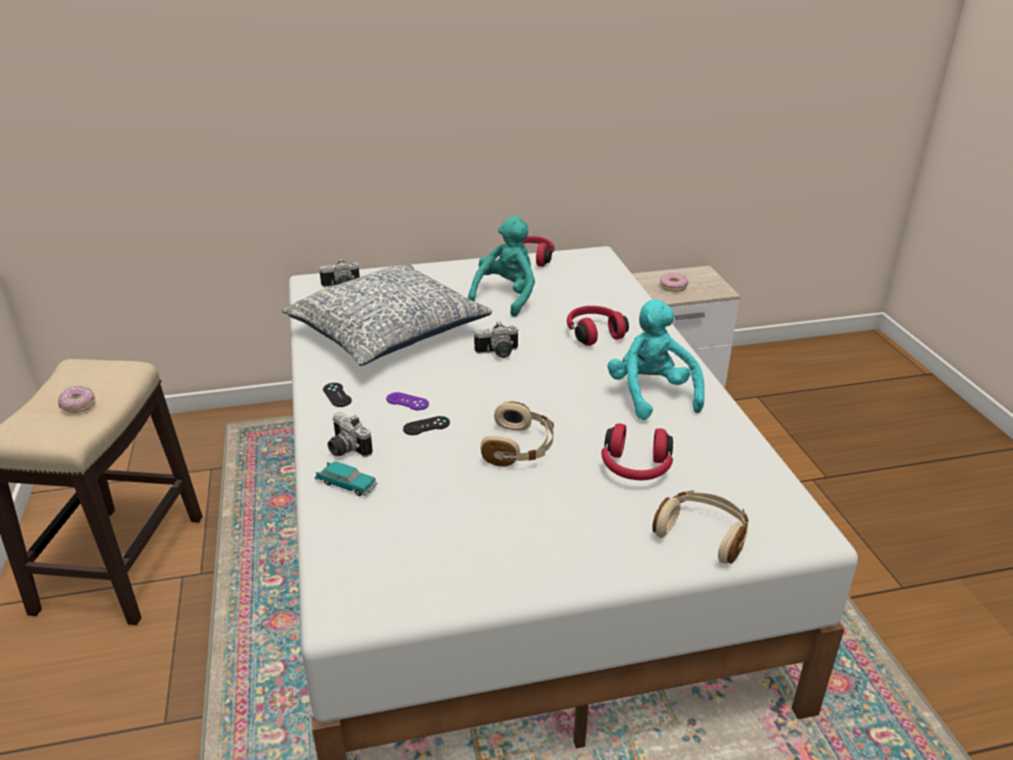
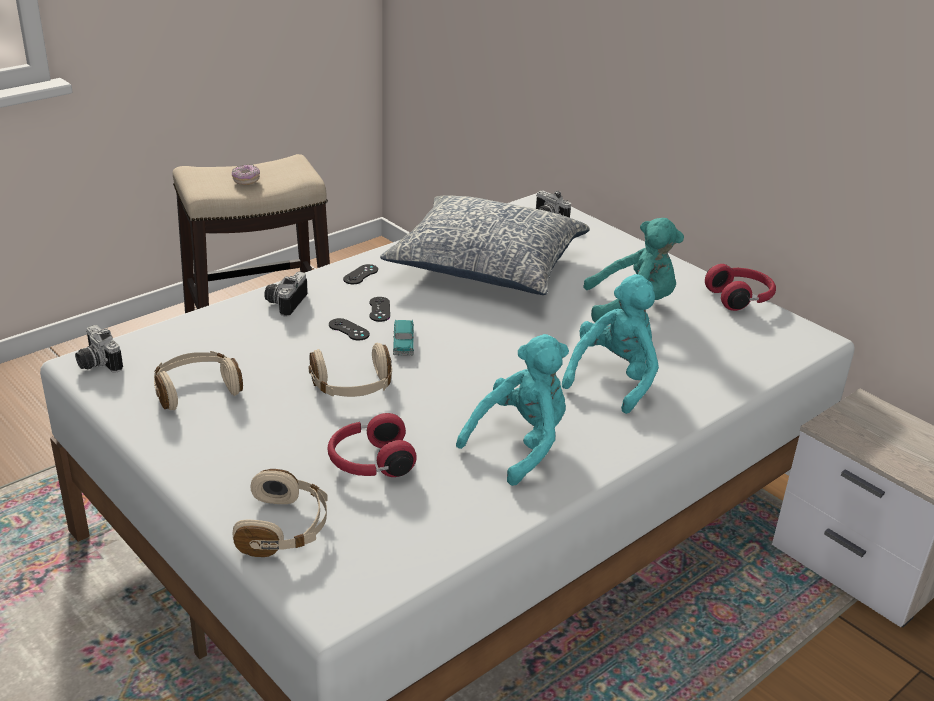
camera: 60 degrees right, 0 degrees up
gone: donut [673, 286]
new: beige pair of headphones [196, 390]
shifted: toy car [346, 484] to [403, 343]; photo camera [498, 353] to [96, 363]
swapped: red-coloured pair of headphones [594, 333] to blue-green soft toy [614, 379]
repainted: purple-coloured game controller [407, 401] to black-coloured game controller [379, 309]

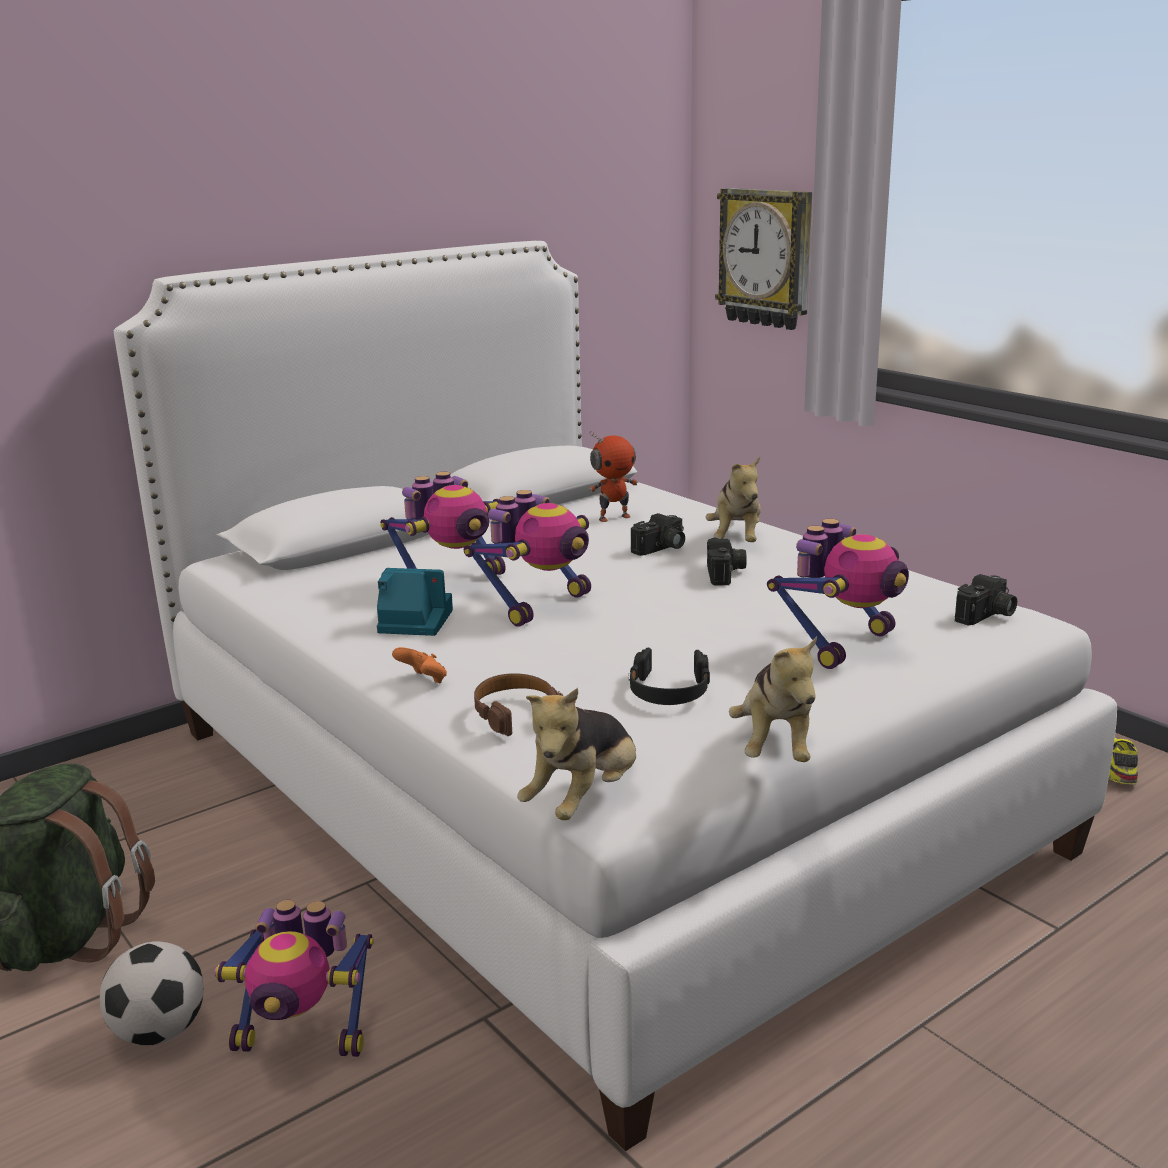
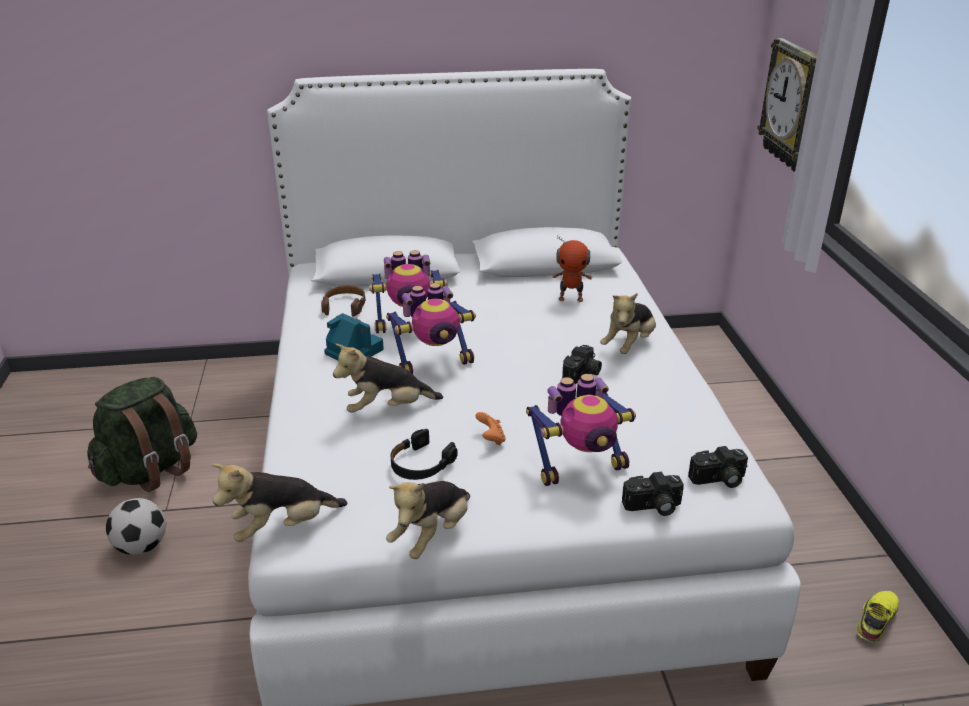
camera: 30 degrees right, 10 degrees up
gone: toy robot [303, 1037]
new: soft toy [387, 408]
shifted: orange game controller [423, 681] to [491, 439]; brown-coloured pair of headphones [516, 713] to [345, 306]; photo camera [661, 549] to [653, 507]

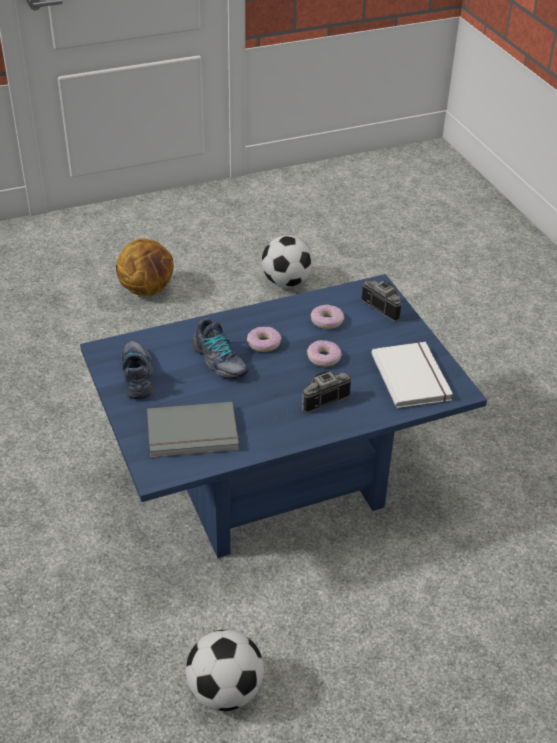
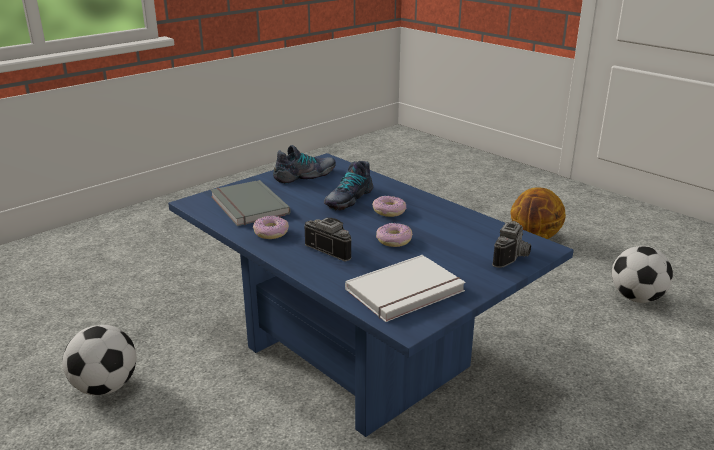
camera: 70 degrees right, 15 degrees down
shifted: donut [326, 321] to [271, 232]

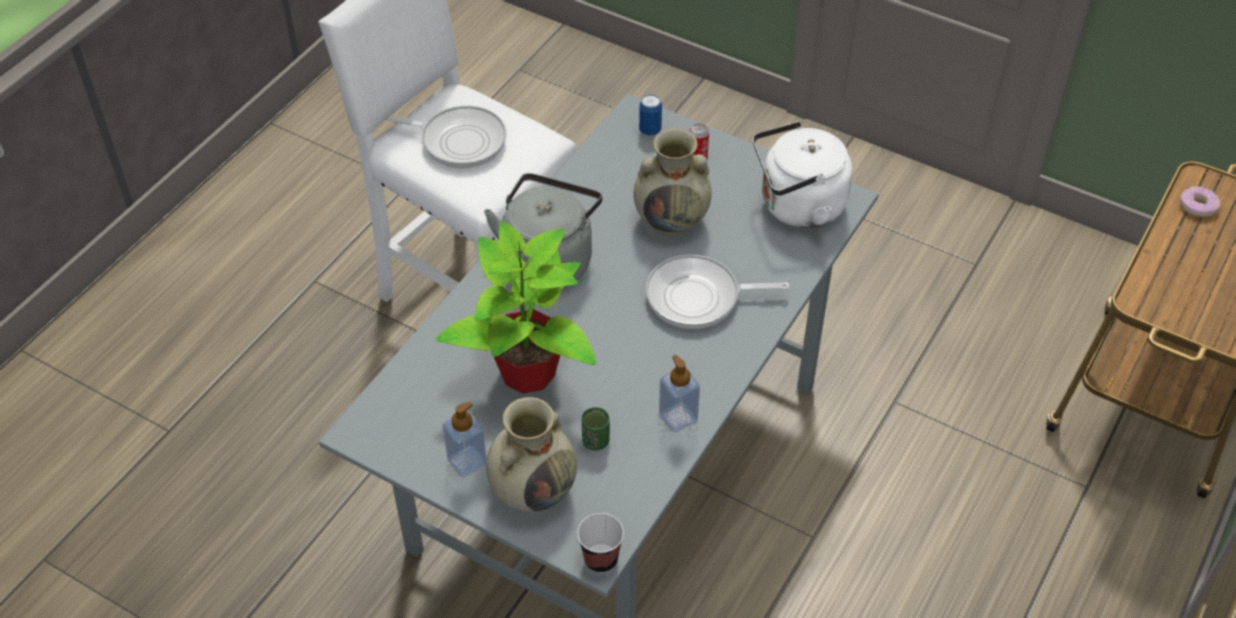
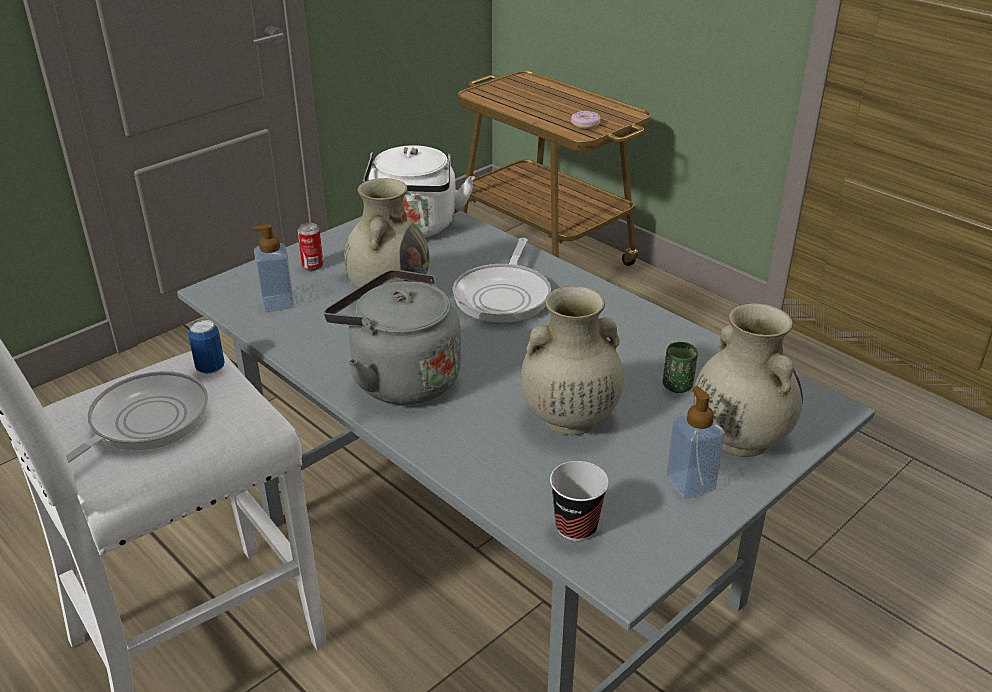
camera: 75 degrees left, 15 degrees down
shifted: small cup [601, 559] to [576, 527]; can [650, 130] to [210, 368]; soap bottle [678, 417] to [278, 303]; donut [1197, 206] to [585, 124]
swapped: plant in a pot [527, 374] to beige vase [568, 418]

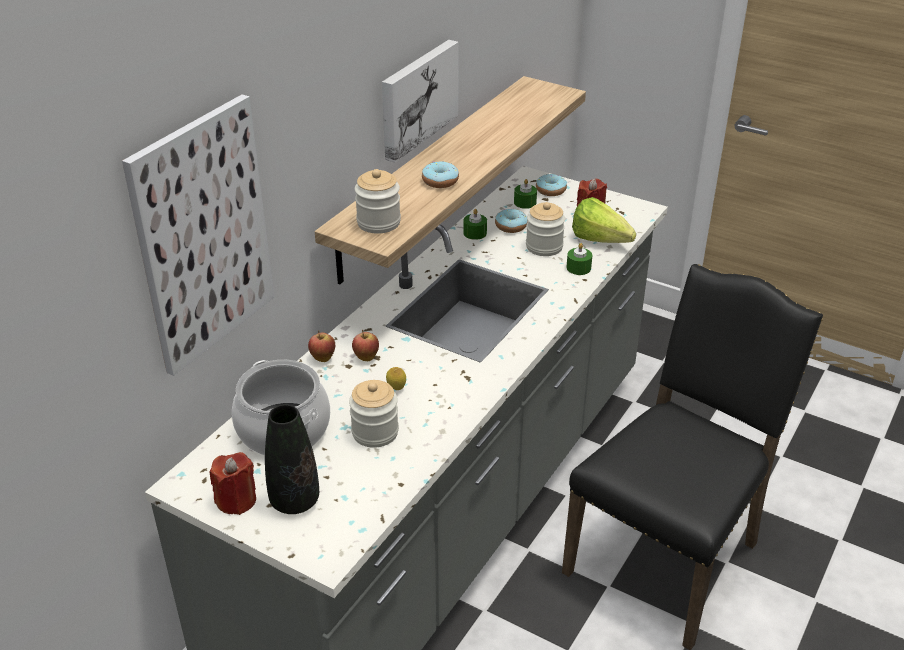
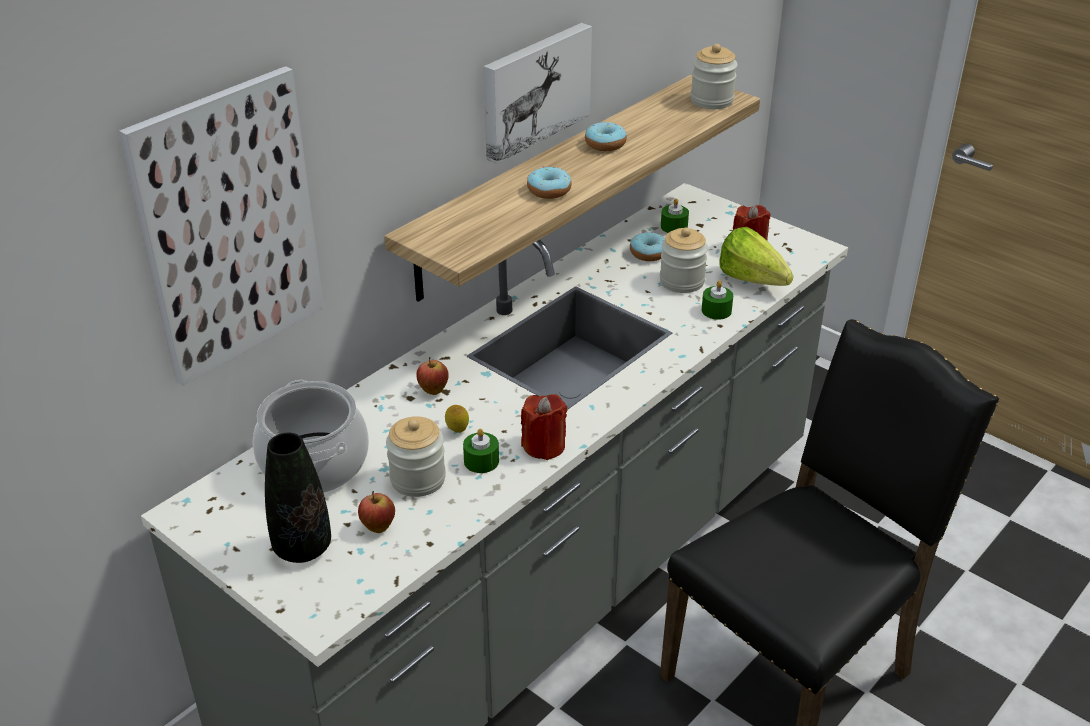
camera: 10 degrees right, 0 degrees up
shifted: red-coloured wax candle [236, 500] to [544, 446]; whole apple [322, 358] to [378, 527]; storage jar [378, 222] to [711, 100]; green-coloured wax candle [475, 233] to [481, 461]; donut [550, 190] to [605, 144]

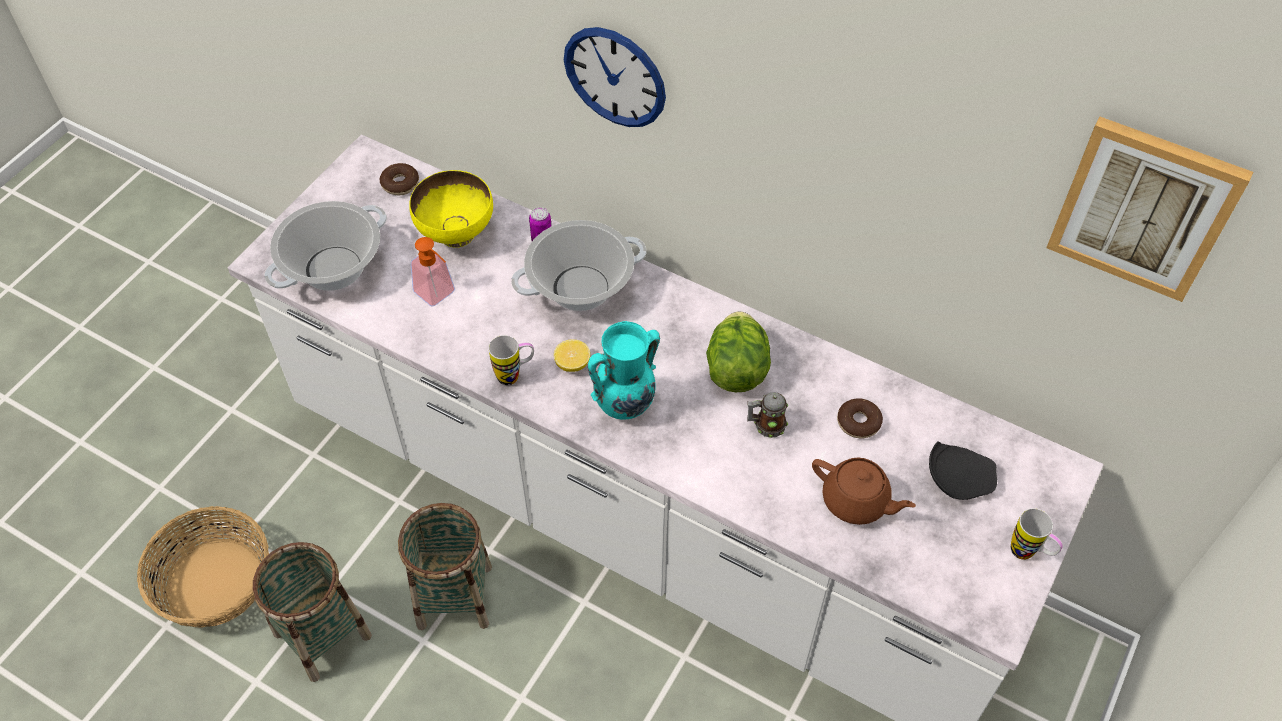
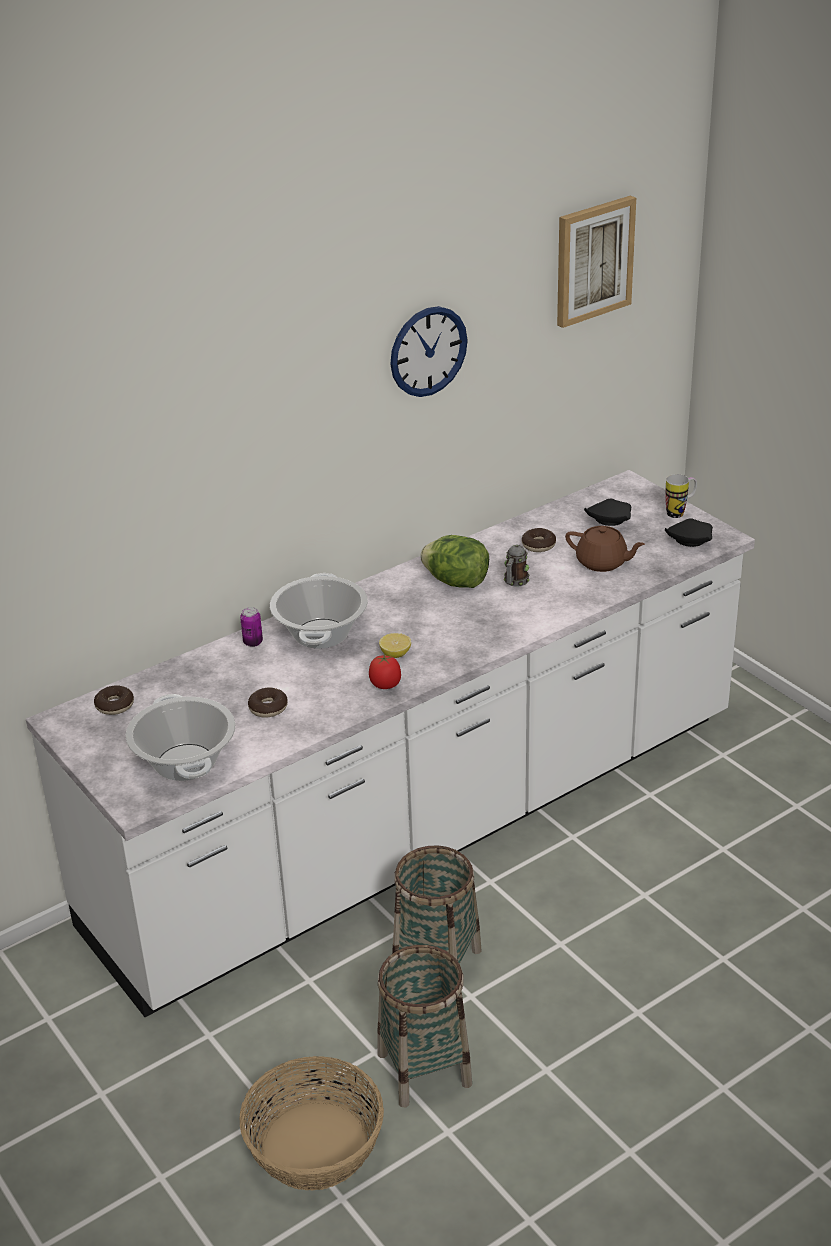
camera: 65 degrees left, 20 degrees down
gone: yellow-coloured bowl [456, 233]; blue-green vase [626, 405]
new: black-coloured plate [688, 541]
shifted: hanging clock [615, 77] to [428, 351]
swapped: soap bottle [439, 295] to donut [268, 708]; coffee mug [515, 375] to tomato [385, 685]
rotated: brown-coloured pot for tea [856, 501] = [602, 563] 60 degrees clockwise

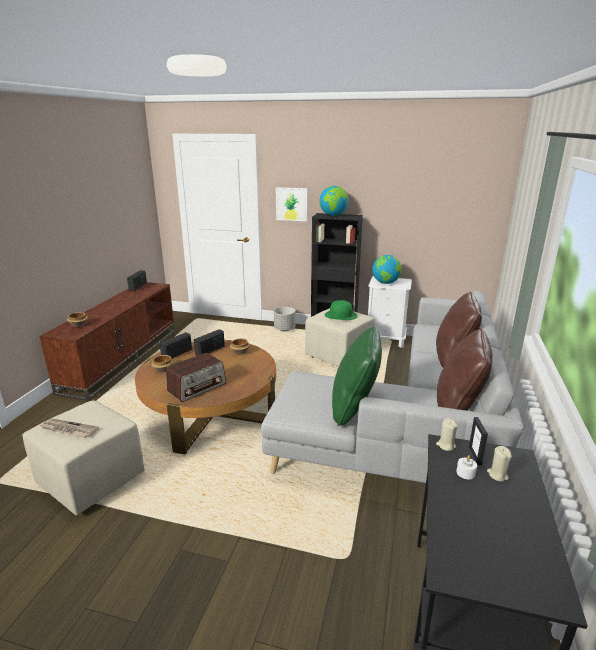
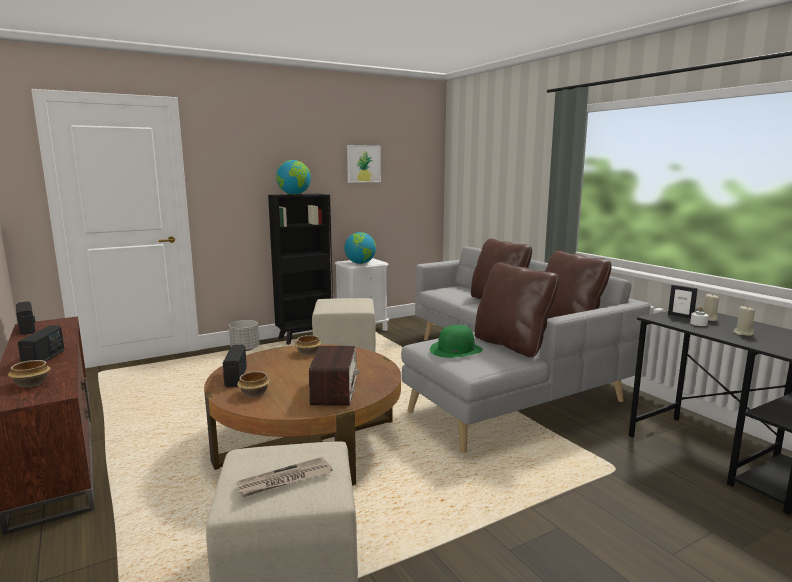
camera: 45 degrees left, 10 degrees down
shifted: radio receiver [210, 350] to [44, 359]; picture [291, 204] to [363, 164]; green-coloured wearable hat [340, 315] to [456, 350]; beige wax candle [446, 445] to [743, 333]
repainted: green-coloured throw pillow [354, 407] to brown-coloured throw pillow [511, 345]

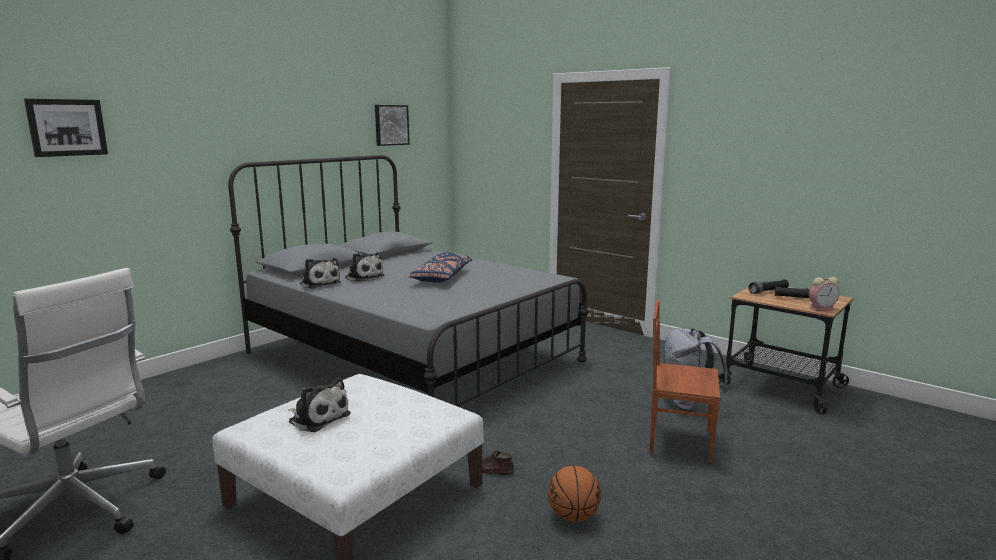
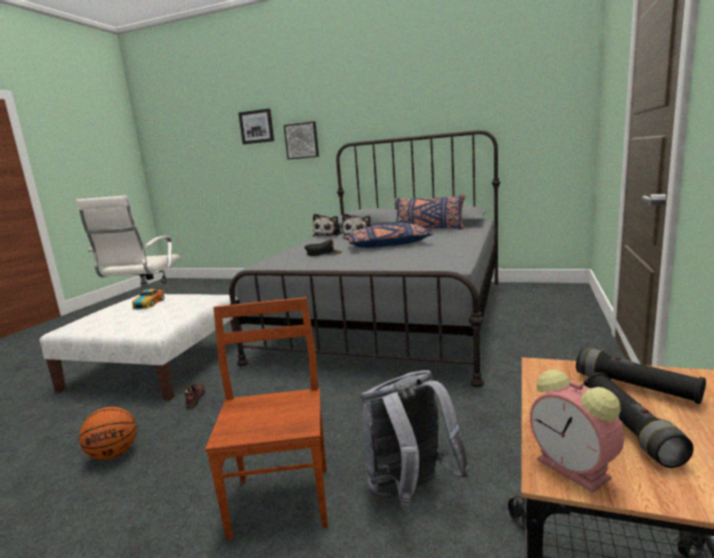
camera: 70 degrees right, 0 degrees up
new: black-coloured baseball cap [323, 253]; blue throw pillow [428, 229]
shifted: picture [391, 125] to [302, 140]
swapped: soft toy [317, 418] to toy car [148, 304]

